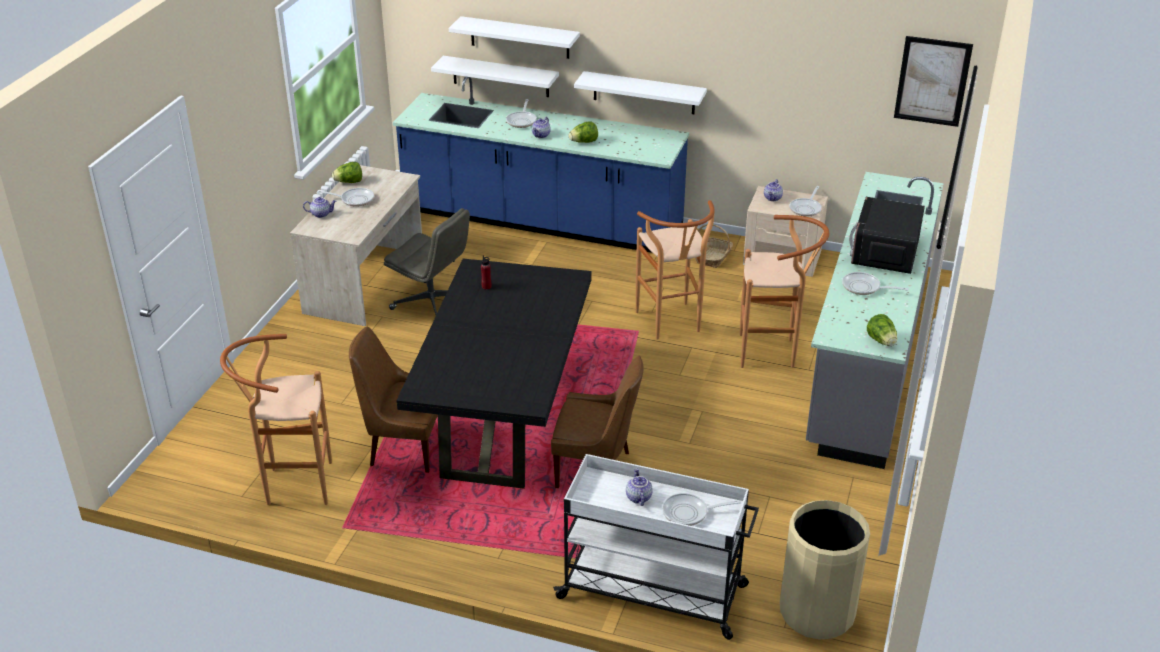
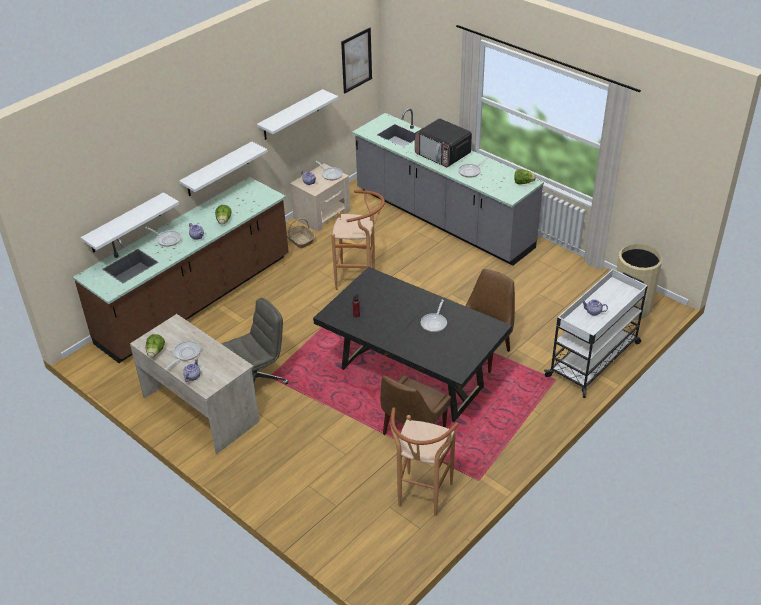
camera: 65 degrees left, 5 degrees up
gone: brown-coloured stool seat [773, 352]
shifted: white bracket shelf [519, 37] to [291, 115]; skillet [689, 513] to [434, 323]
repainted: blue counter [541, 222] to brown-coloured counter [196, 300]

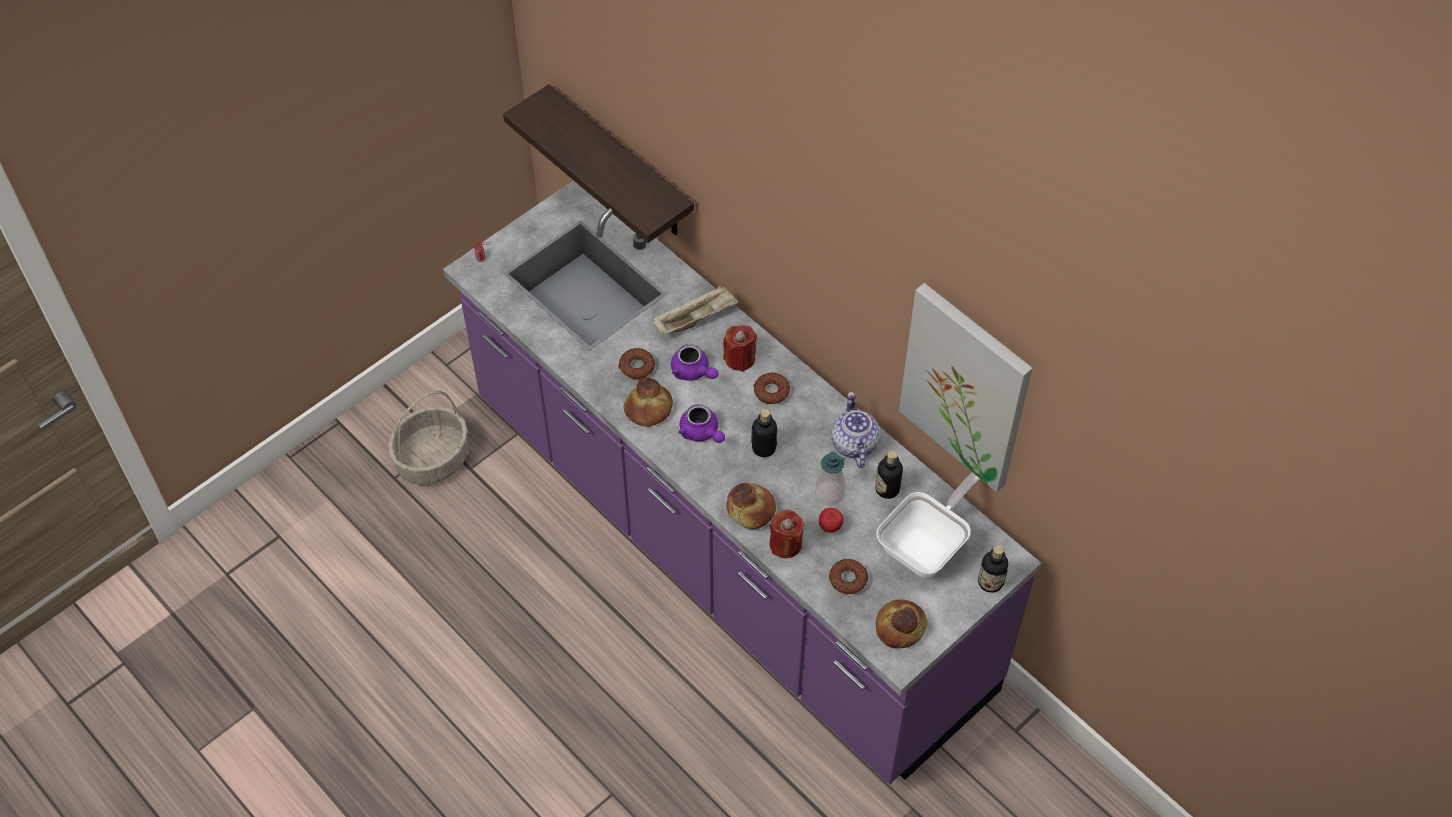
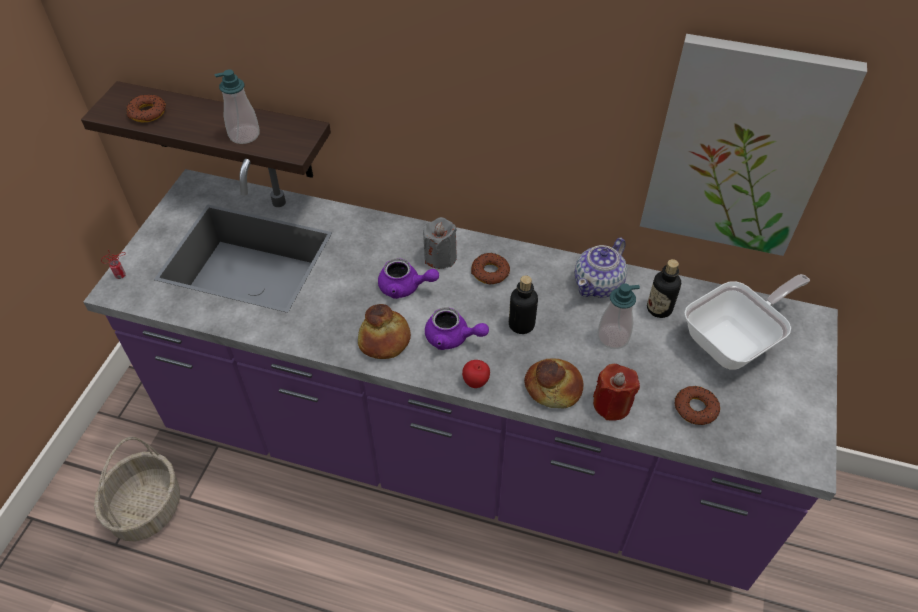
camera: 30 degrees left, 5 degrees down
gone: beige serving tray [695, 319]; baked bread [899, 627]; beverage bottle [990, 582]
new: soap bottle [244, 135]
shifted: donut [637, 367] to [147, 113]; whole apple [830, 527] to [476, 382]
repainted: red-coloured wax candle [740, 358] to gray wax candle [440, 257]
rotated: pot for tea [854, 444] = [599, 284] 105 degrees counterclockwise; skillet [927, 545] = [735, 341] 45 degrees clockwise

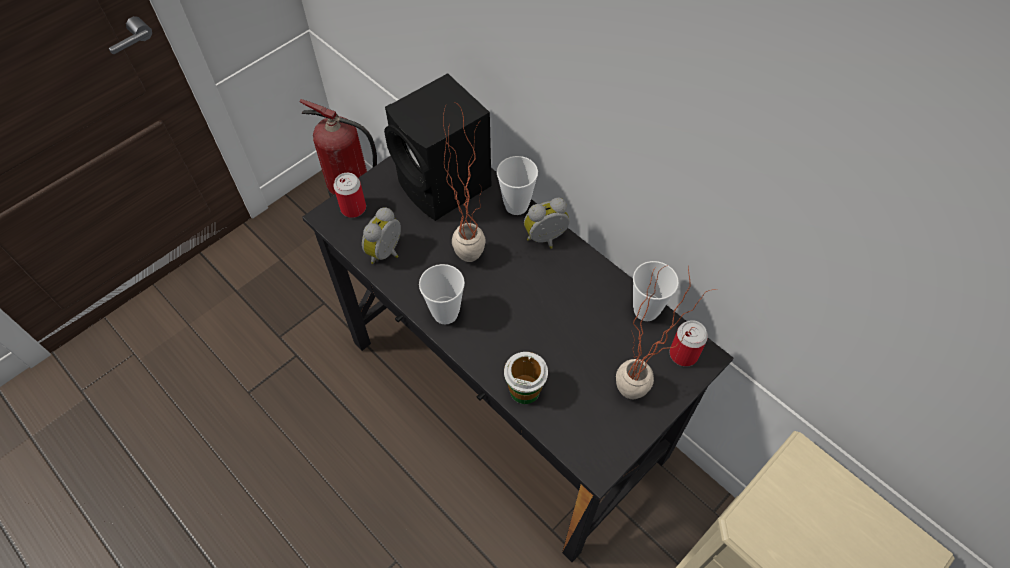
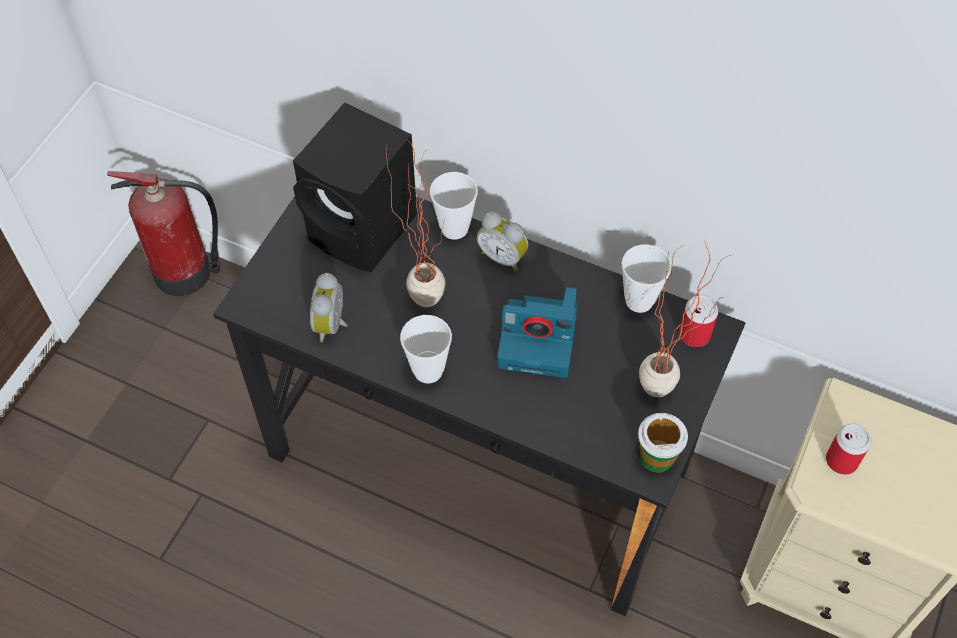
camera: 20 degrees left, 0 degrees up
new: photo camera [540, 339]
shifted: can [353, 208] to [841, 460]; small cup [525, 389] to [657, 456]
rotated: bedside clock [546, 240] = [503, 256] 105 degrees counterclockwise

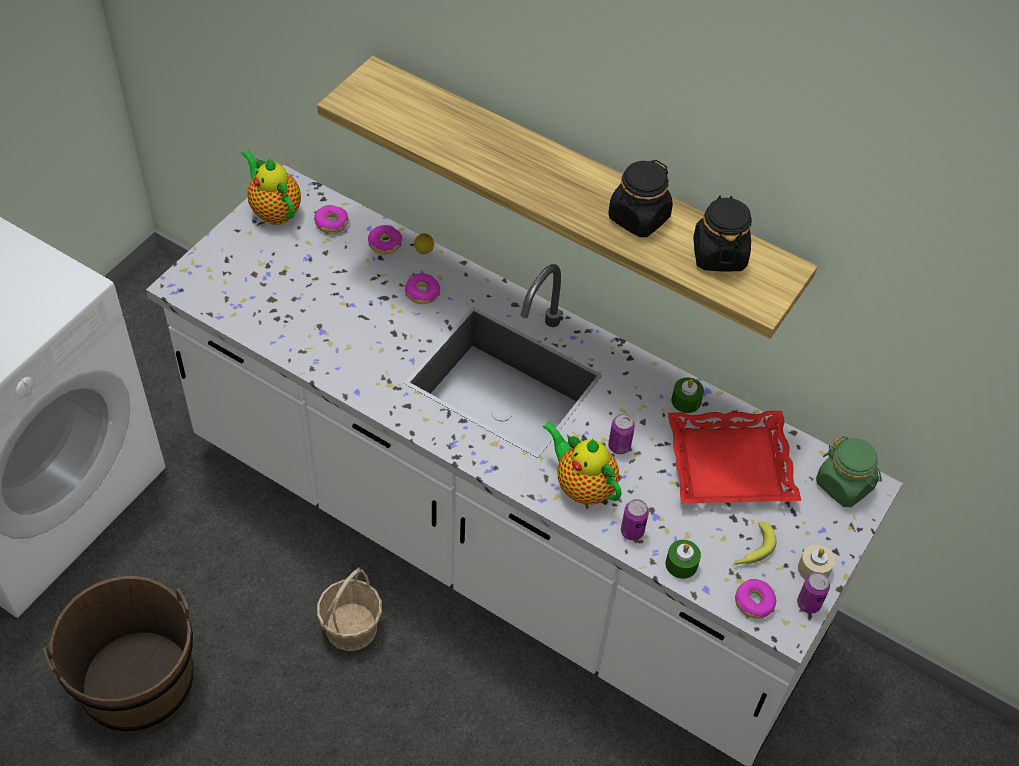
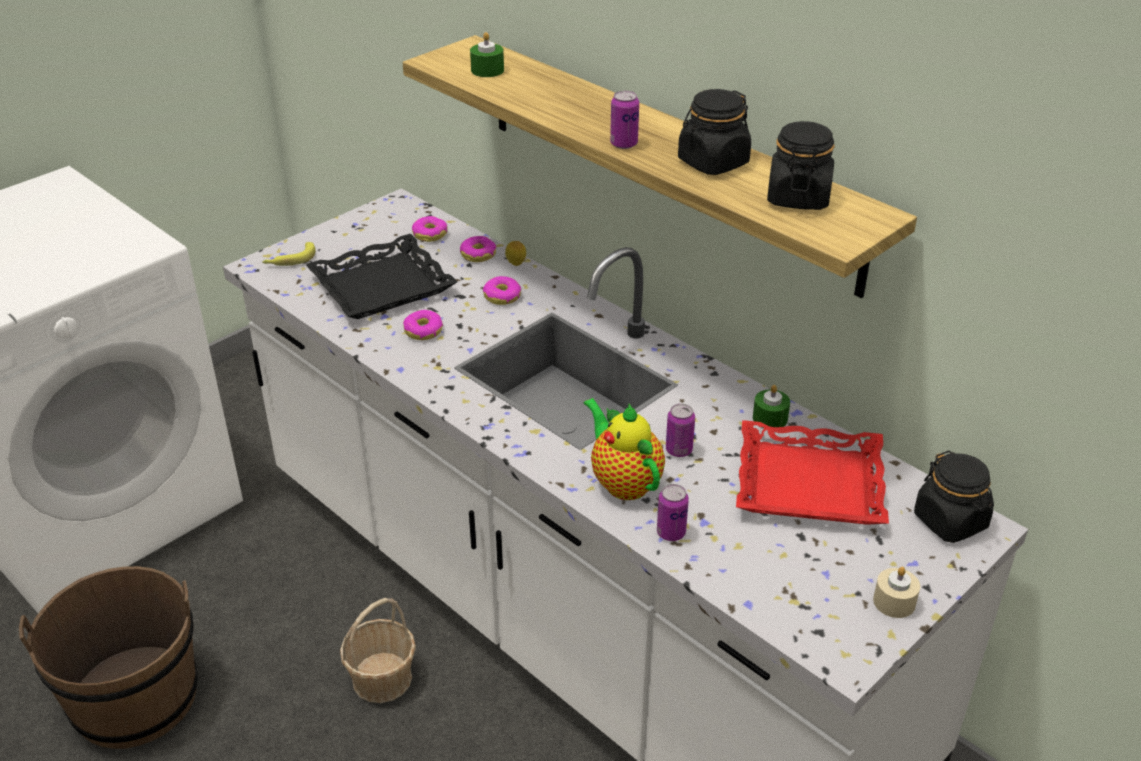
camera: 15 degrees right, 15 degrees down
gone: pot for tea [274, 210]
new: black-coloured serving tray [382, 287]
shifted: green-coloured wax candle [681, 564] to [487, 70]; whole banana [752, 550] to [290, 260]; donut [754, 602] to [423, 331]; can [808, 603] to [624, 144]
repainted: green-coloured storage jar [844, 485] to black-coloured storage jar [950, 521]

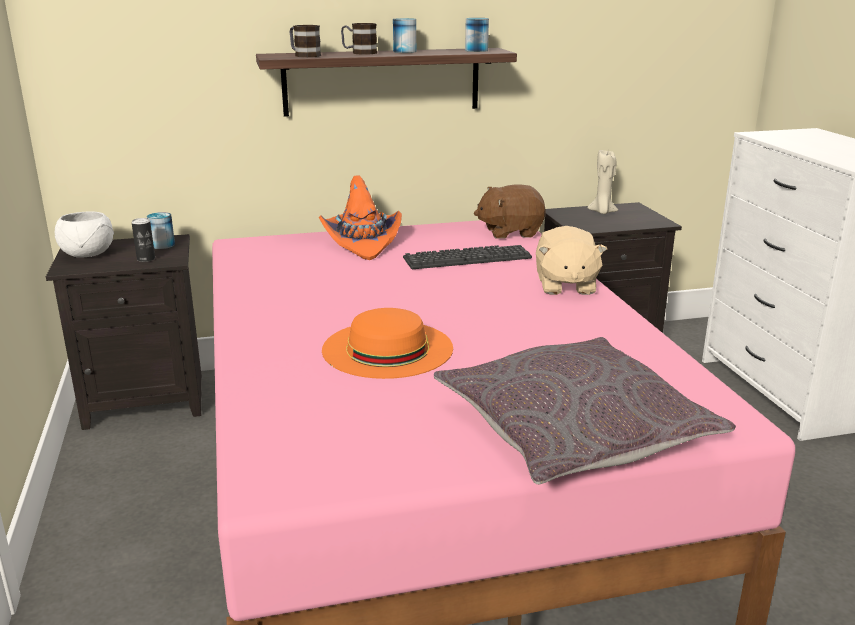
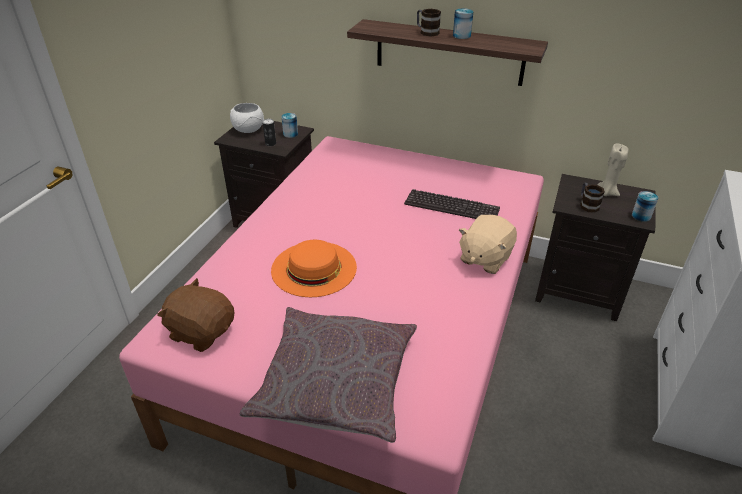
camera: 35 degrees right, 15 degrees up
gone: orange wearable hat [362, 243]
shifted: coffee mug [304, 55] to [587, 205]; can [476, 50] to [641, 216]; brown-coloured soft toy [510, 232] to [202, 331]

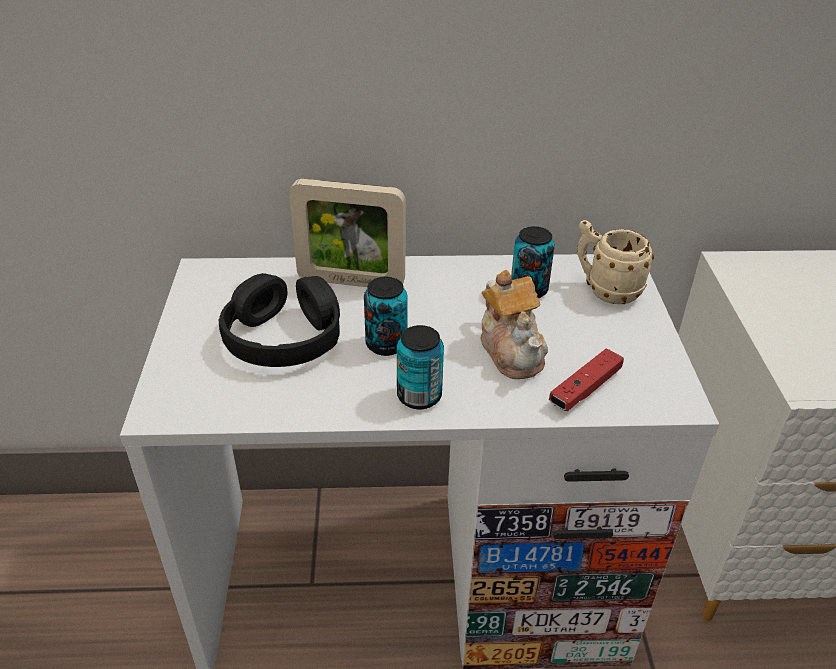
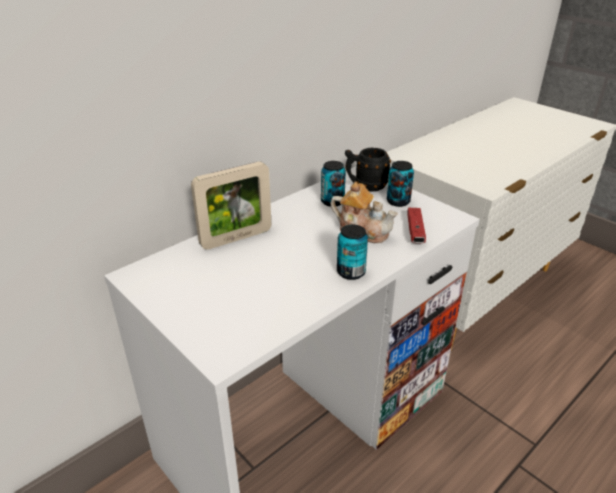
camera: 40 degrees left, 5 degrees down
gone: black-coloured pair of headphones [284, 337]
shifted: can [386, 344] to [398, 201]
repainted: beige coffee mug [605, 290] to black-coloured coffee mug [365, 186]

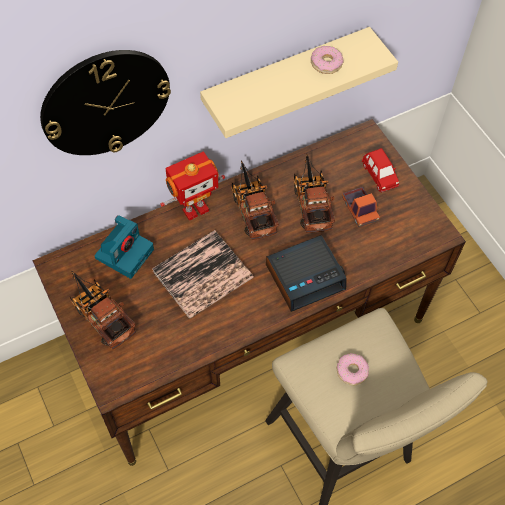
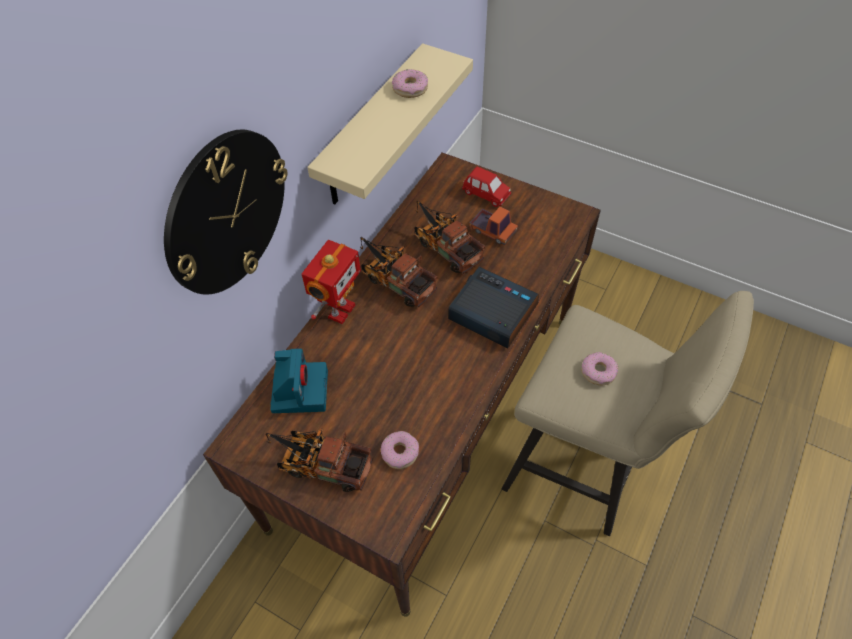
camera: 30 degrees left, 5 degrees down
gone: book [203, 275]
new: donut [400, 452]
rotated: bedside clock [305, 276] = [491, 312] 90 degrees counterclockwise

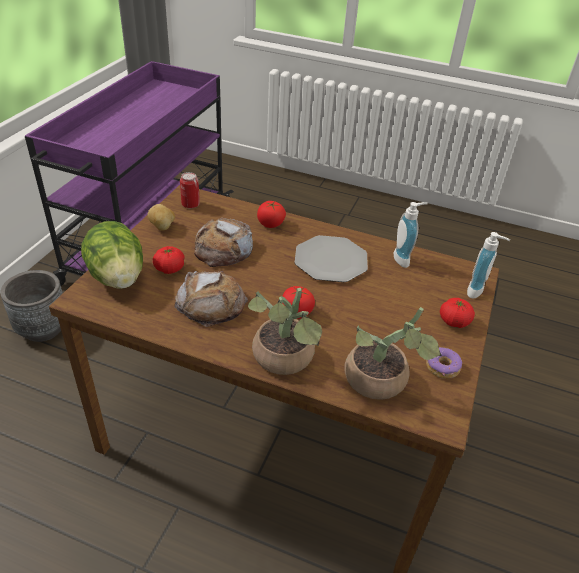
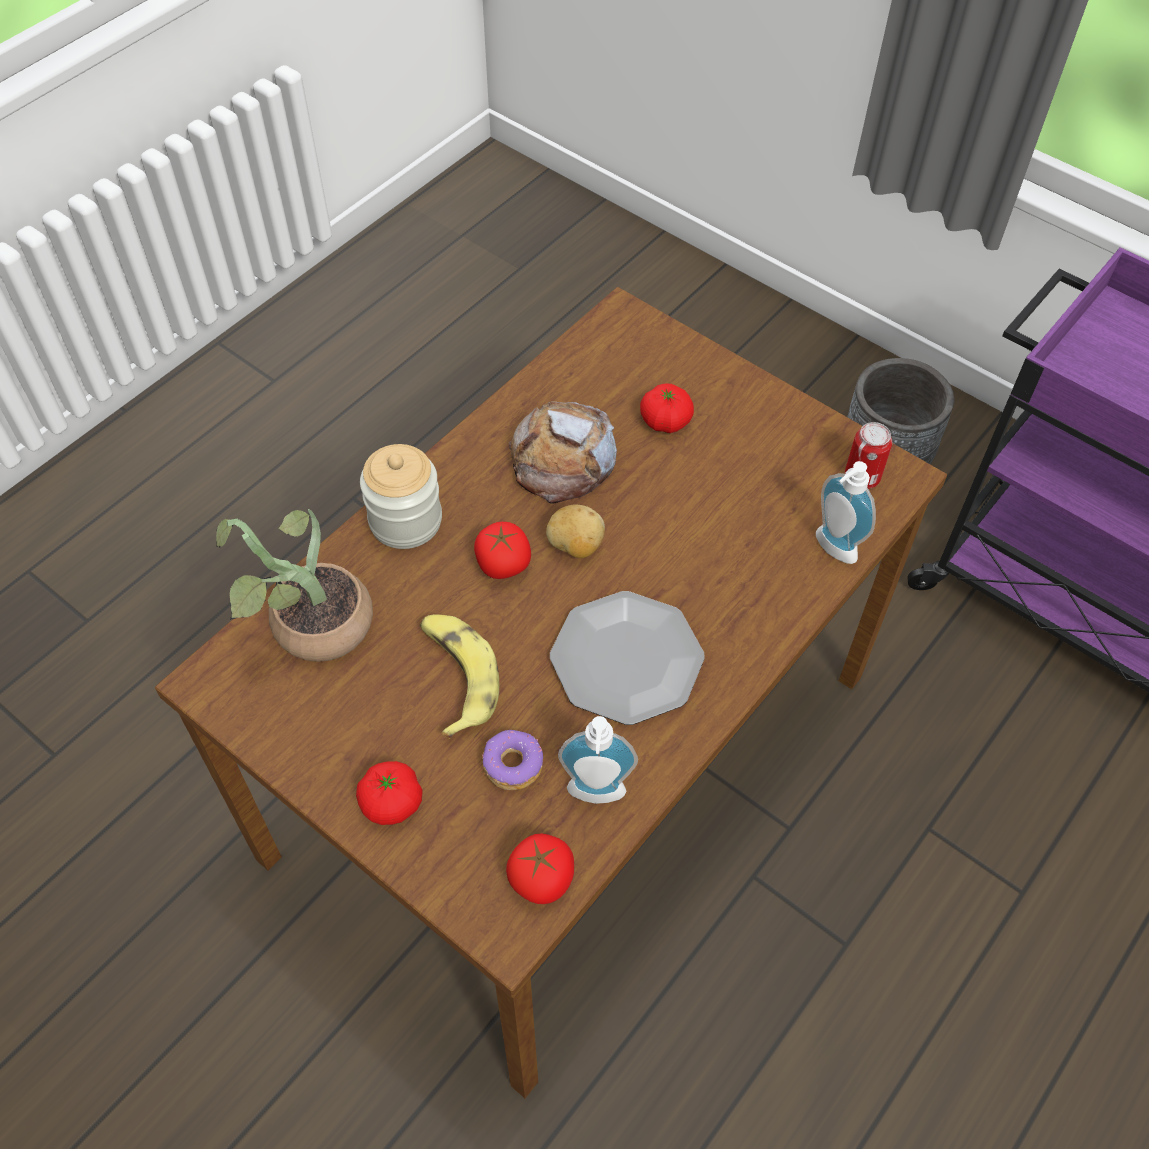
camera: 110 degrees right, 15 degrees up
gone: lettuce head [118, 277]; baked bread [223, 249]
new: whole banana [456, 676]
shifted: spud [162, 227] to [575, 546]; tomato [270, 224] to [541, 878]; donut [442, 367] to [512, 764]; soap bottle [478, 292] to [831, 550]
swapped: plant in a pot [284, 361] to storage jar [405, 521]

